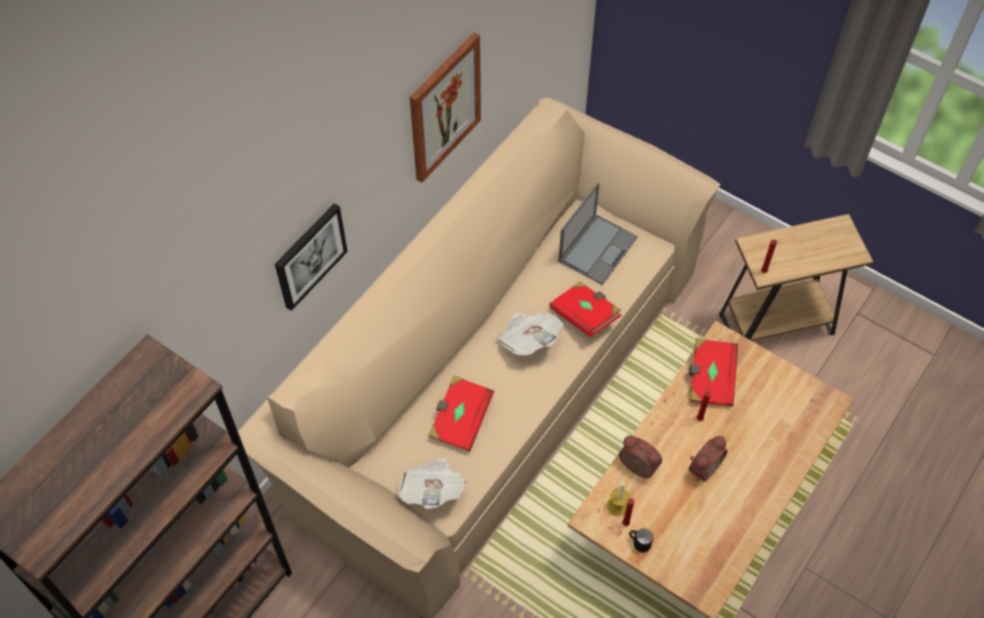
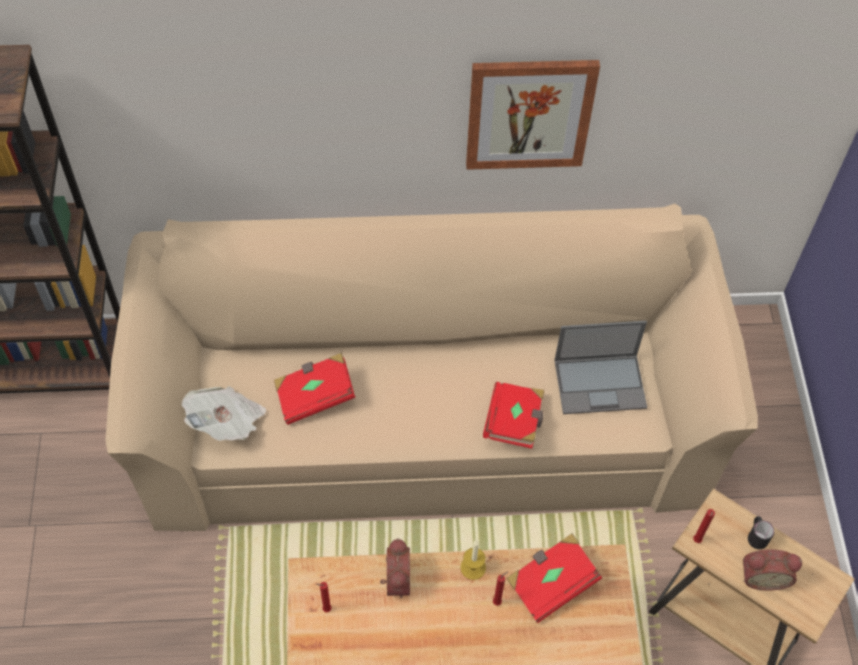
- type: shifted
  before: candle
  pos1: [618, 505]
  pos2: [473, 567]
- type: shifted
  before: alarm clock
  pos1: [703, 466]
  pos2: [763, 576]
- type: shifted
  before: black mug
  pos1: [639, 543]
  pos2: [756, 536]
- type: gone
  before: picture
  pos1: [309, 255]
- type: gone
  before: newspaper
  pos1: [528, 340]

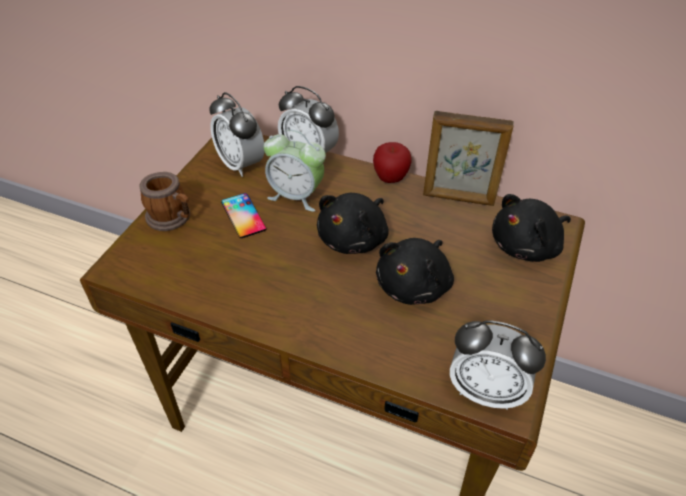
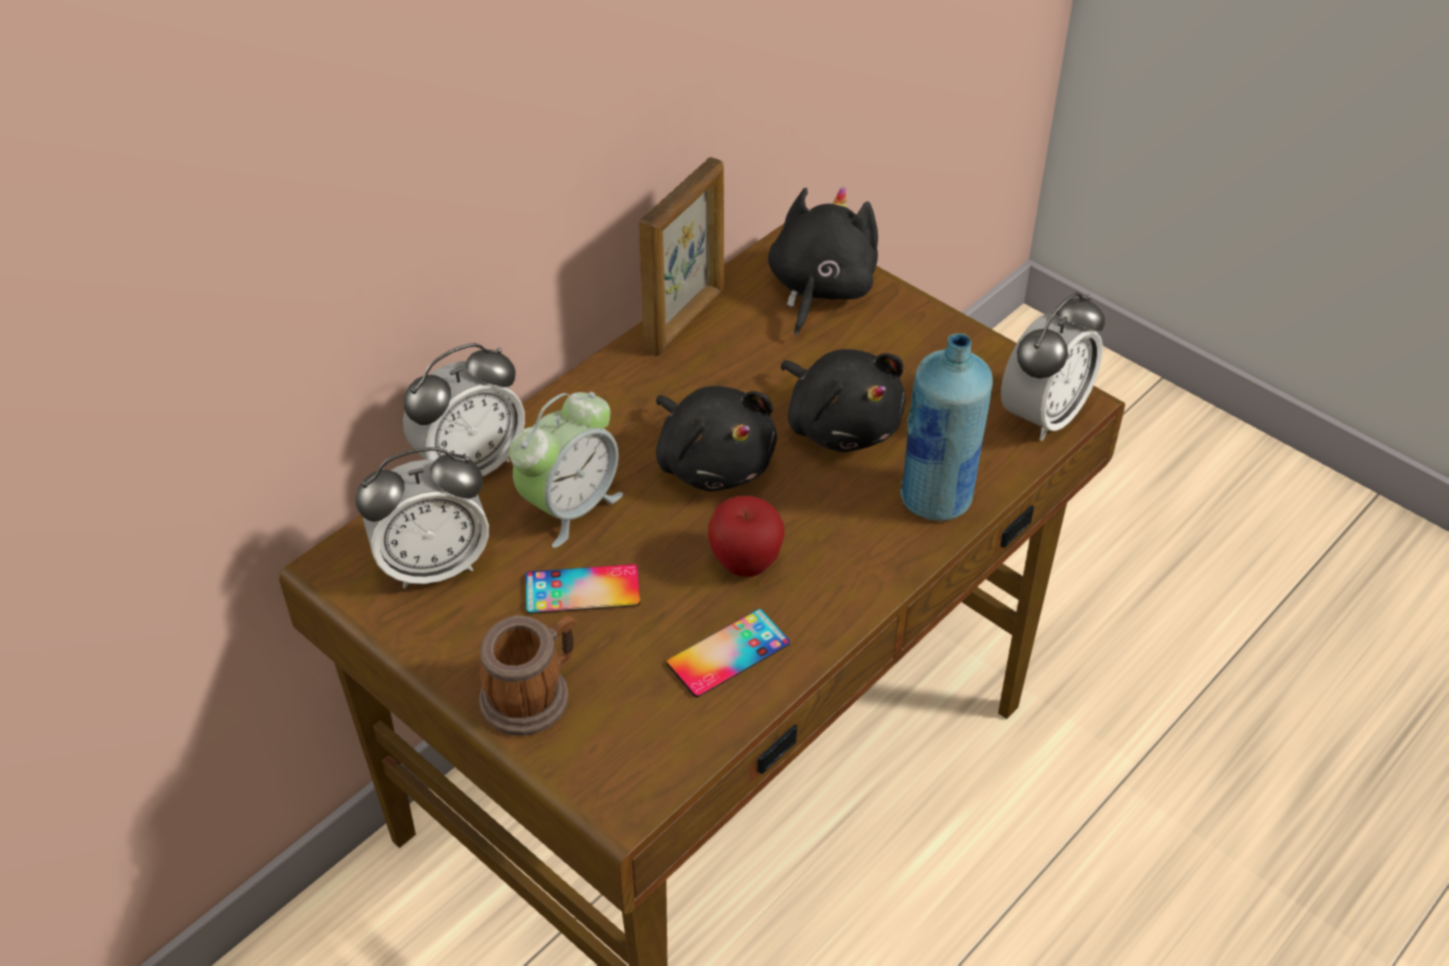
- type: new
  after: phone
  pos2: [728, 653]
- type: shifted
  before: apple
  pos1: [390, 178]
  pos2: [745, 563]
- type: rotated
  before: black plush toy
  pos1: [527, 246]
  pos2: [819, 289]
  turn: -150
- type: new
  after: blue bottle
  pos2: [936, 499]

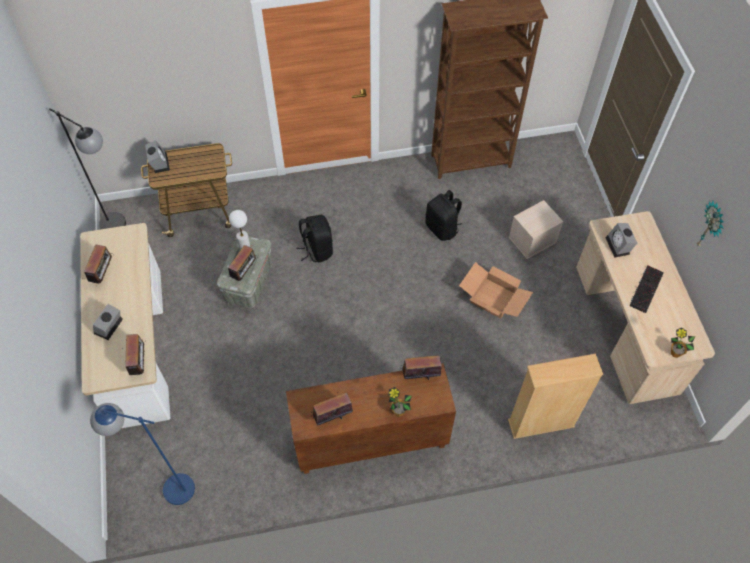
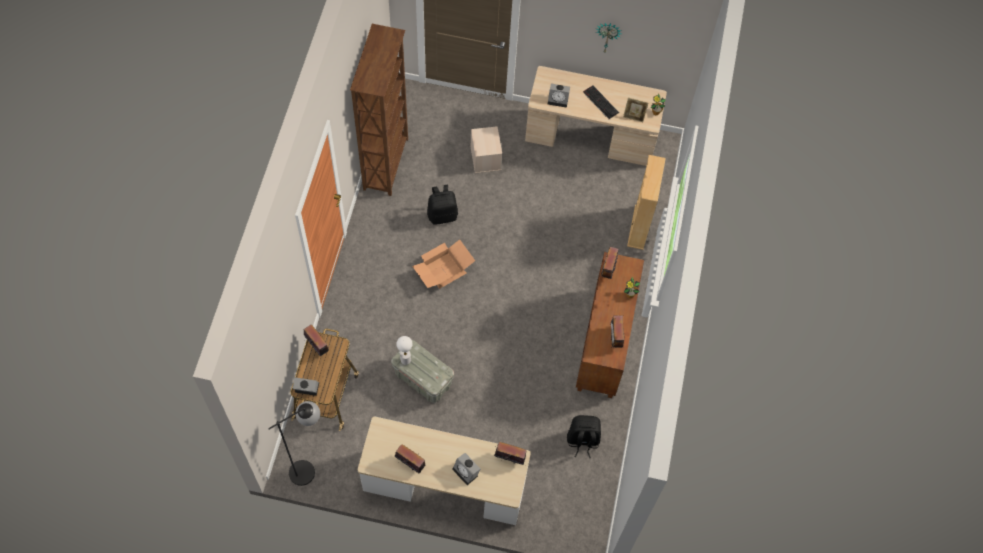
- type: shifted
  before: radio
  pos1: [244, 272]
  pos2: [317, 345]
- type: shifted
  before: cardboard box
  pos1: [492, 298]
  pos2: [443, 271]
- type: shifted
  before: black backpack
  pos1: [317, 249]
  pos2: [582, 440]
- type: new
  after: picture frame
  pos2: [634, 116]
- type: gone
  before: blue floor lamp
  pos1: [168, 487]

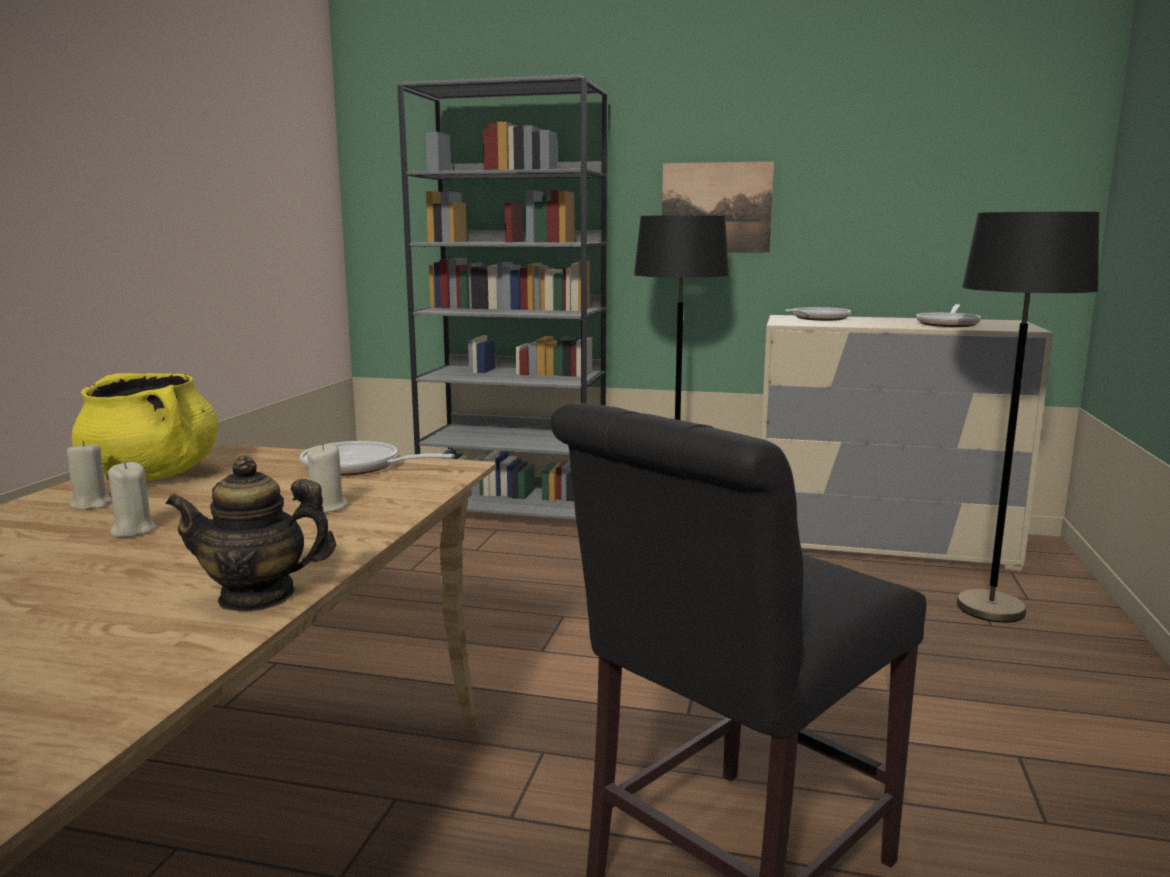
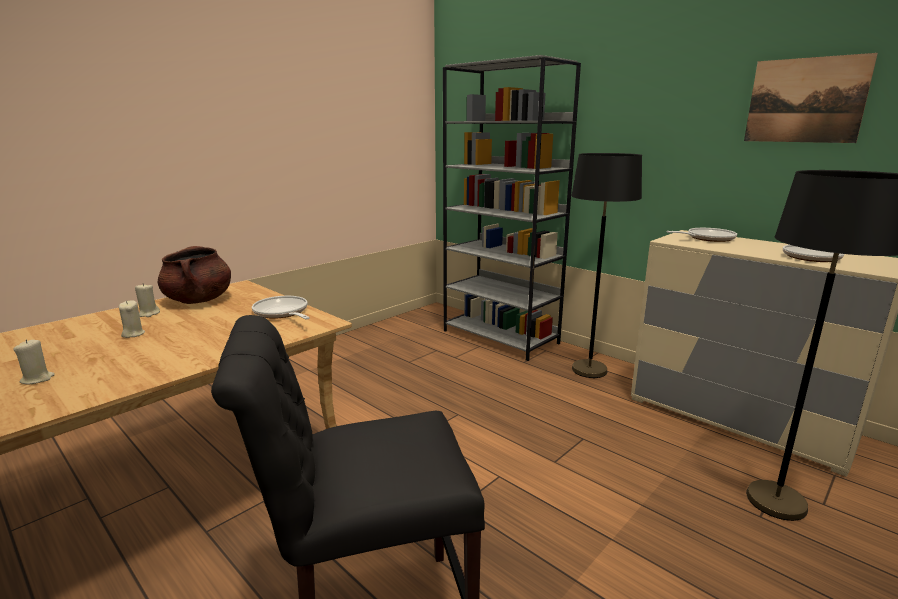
- type: shifted
  before: beige candle
  pos1: [328, 507]
  pos2: [37, 379]
- type: repainted
  before: yellow cooking pot
  after: brown cooking pot
  pos1: [153, 475]
  pos2: [199, 300]
- type: shifted
  before: picture
  pos1: [716, 208]
  pos2: [805, 100]
- type: gone
  before: teapot
  pos1: [257, 596]

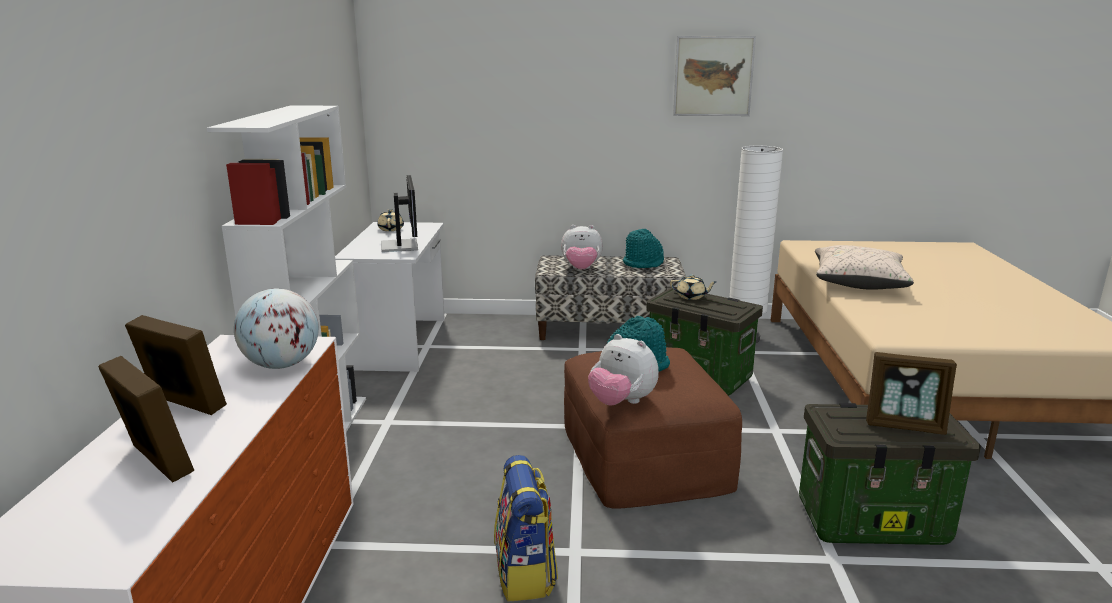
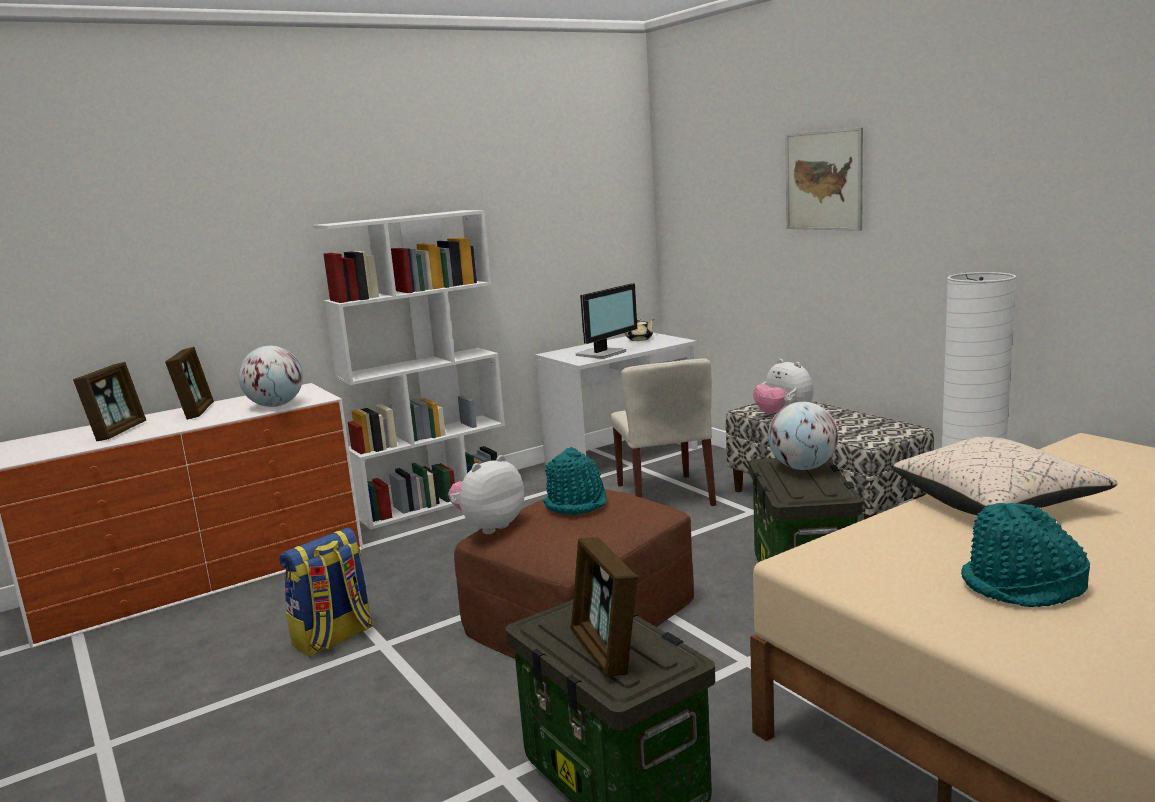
- type: rotated
  before: plush toy
  pos1: [621, 402]
  pos2: [489, 526]
  turn: 45
- type: new
  after: beige chair
  pos2: [665, 495]
- type: swapped
  before: beige teapot
  after: globe
  pos1: [691, 296]
  pos2: [803, 468]
- type: shifted
  before: picture
  pos1: [713, 76]
  pos2: [823, 180]
- type: shifted
  before: turquoise hat
  pos1: [643, 263]
  pos2: [1023, 587]

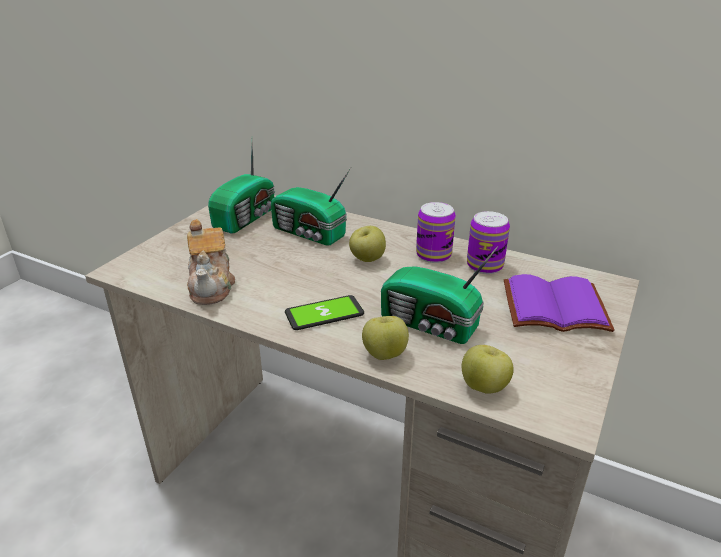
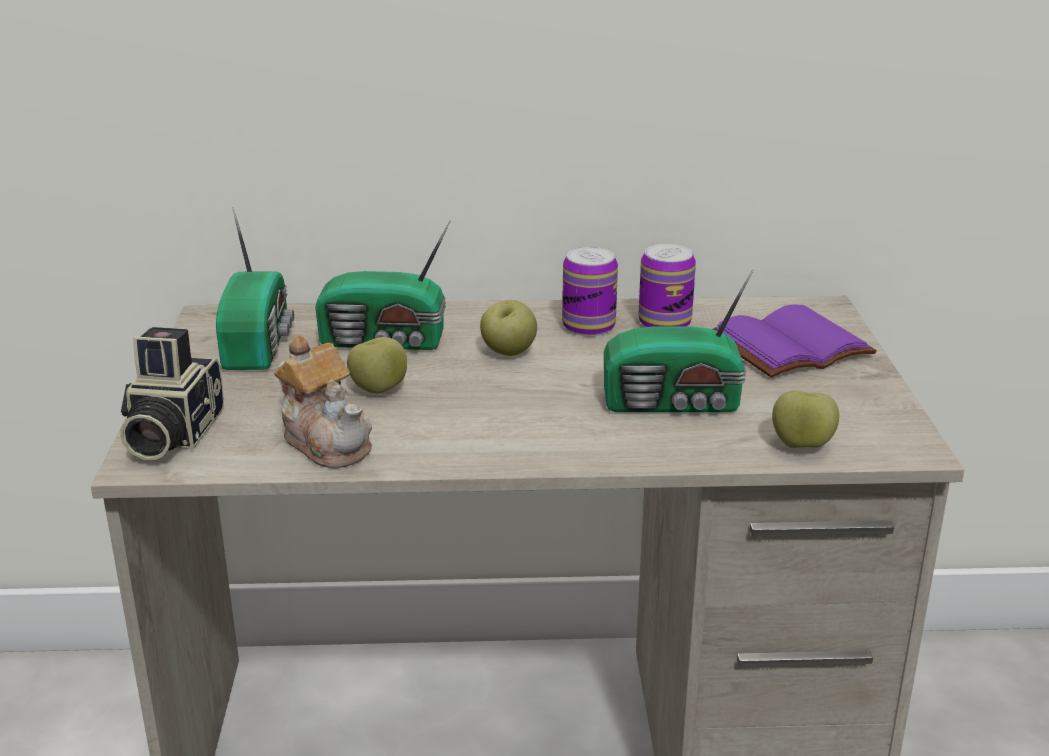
- type: new
  after: photo camera
  pos2: [170, 435]
- type: shifted
  before: apple
  pos1: [384, 354]
  pos2: [378, 390]
- type: gone
  before: phone
  pos1: [324, 314]

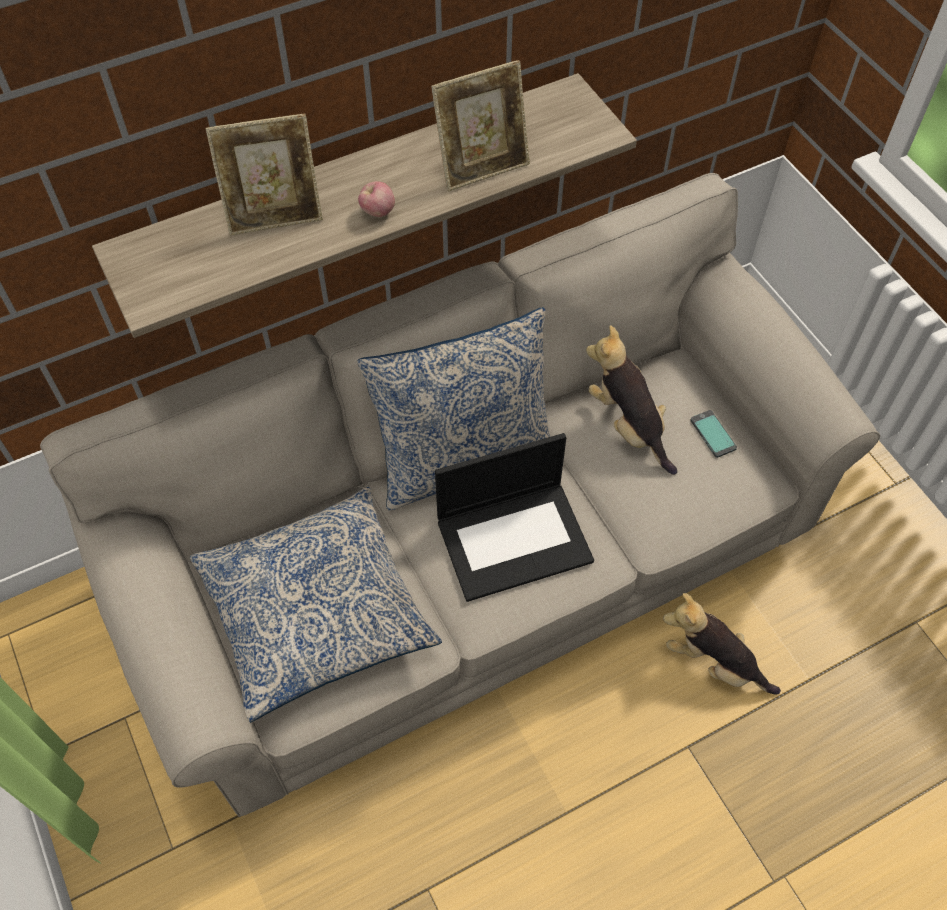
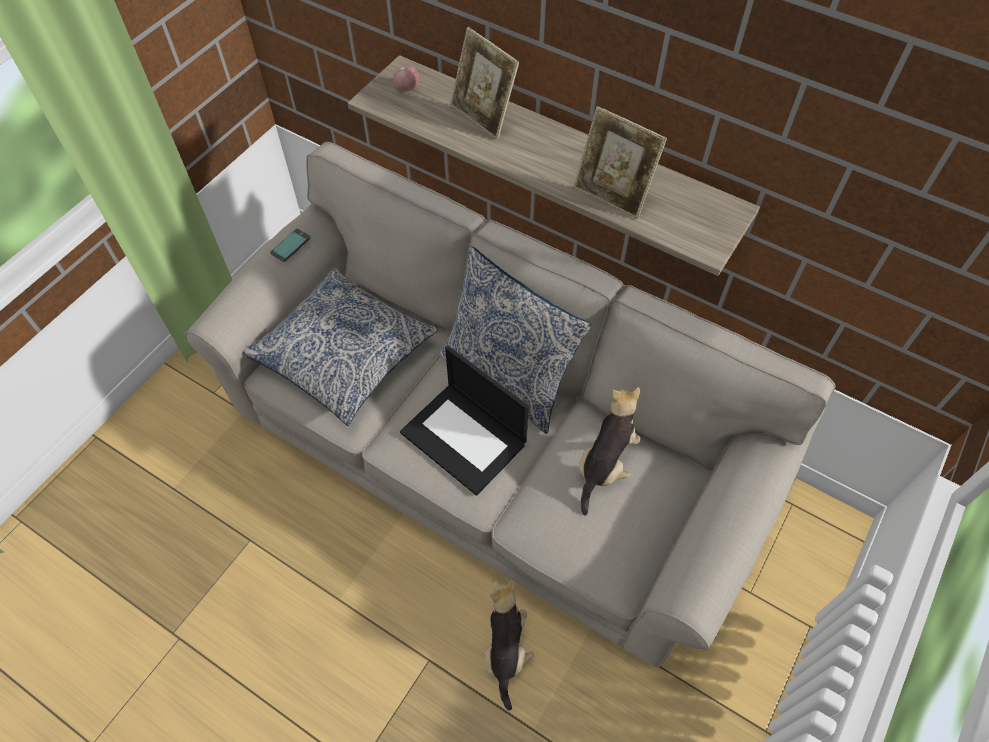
- type: shifted
  before: phone
  pos1: [712, 434]
  pos2: [290, 245]
- type: shifted
  before: apple
  pos1: [377, 212]
  pos2: [407, 88]

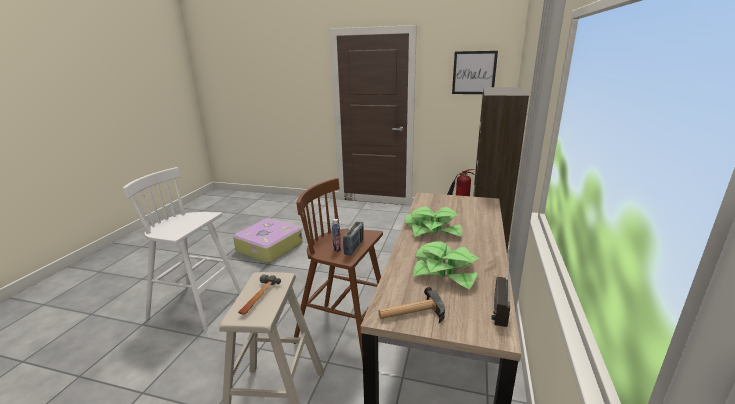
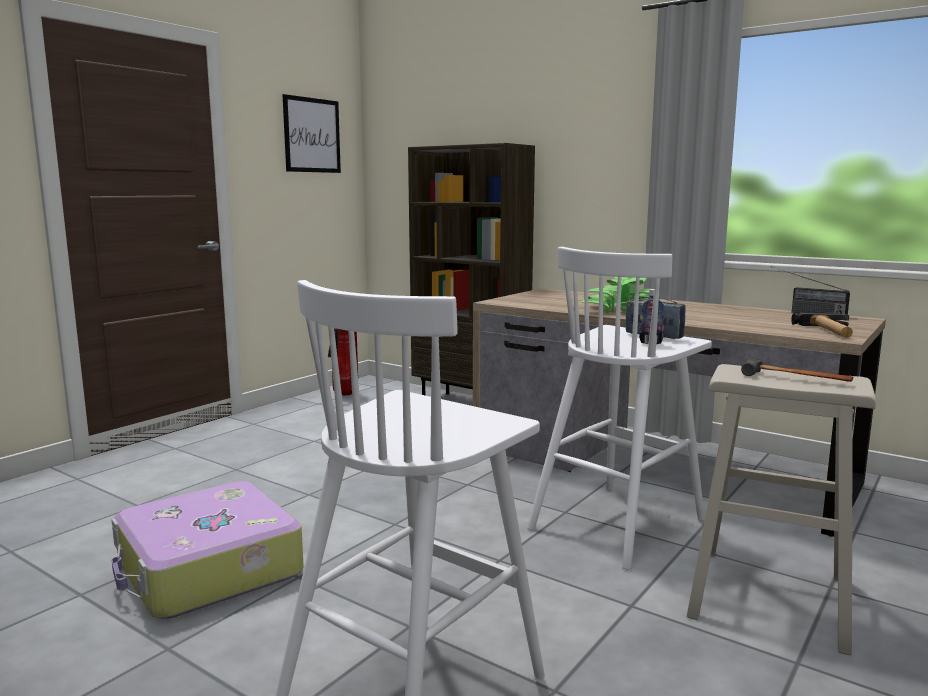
- type: repainted
  before: brown stool
  after: white stool
  pos1: [345, 333]
  pos2: [619, 523]
- type: gone
  before: potted plant
  pos1: [445, 271]

